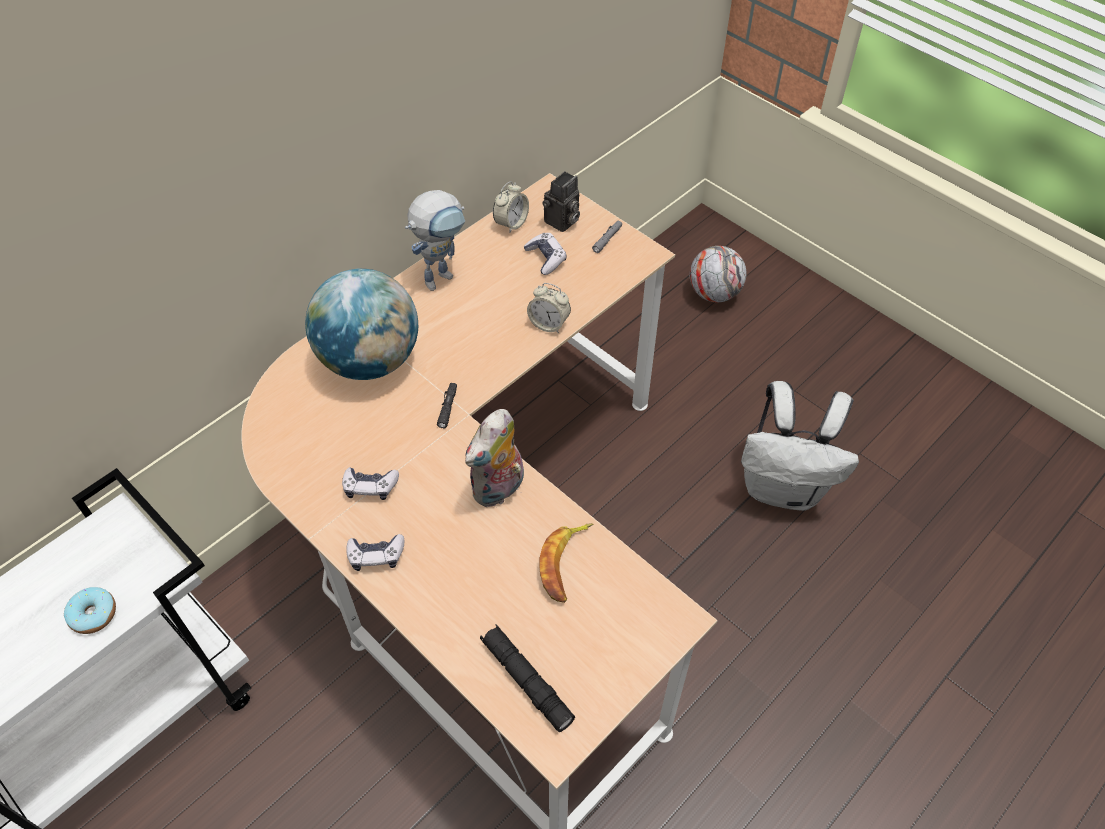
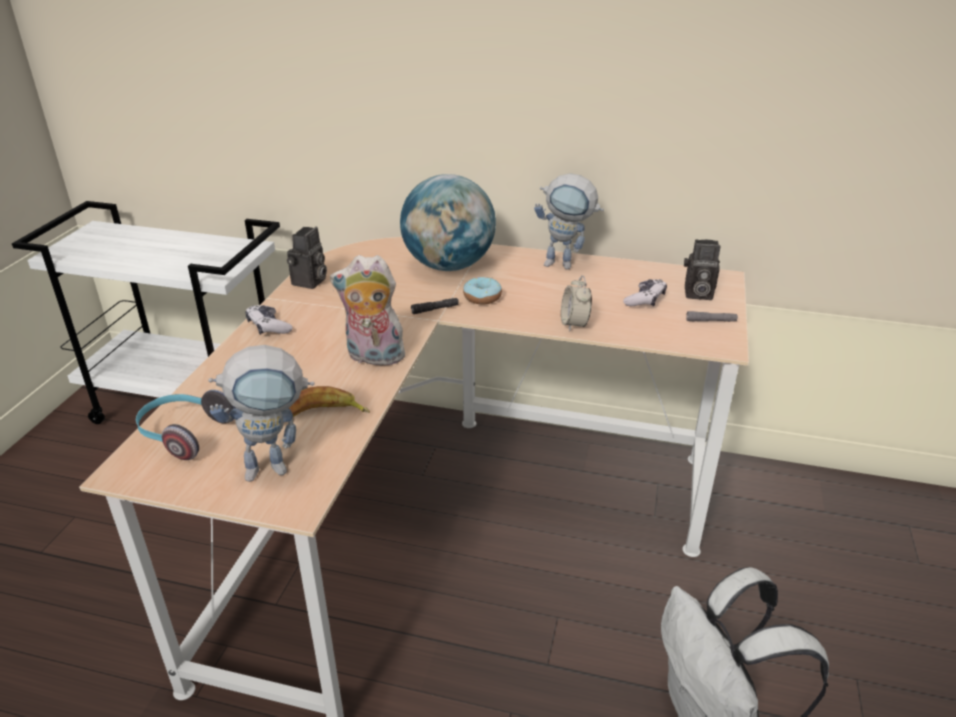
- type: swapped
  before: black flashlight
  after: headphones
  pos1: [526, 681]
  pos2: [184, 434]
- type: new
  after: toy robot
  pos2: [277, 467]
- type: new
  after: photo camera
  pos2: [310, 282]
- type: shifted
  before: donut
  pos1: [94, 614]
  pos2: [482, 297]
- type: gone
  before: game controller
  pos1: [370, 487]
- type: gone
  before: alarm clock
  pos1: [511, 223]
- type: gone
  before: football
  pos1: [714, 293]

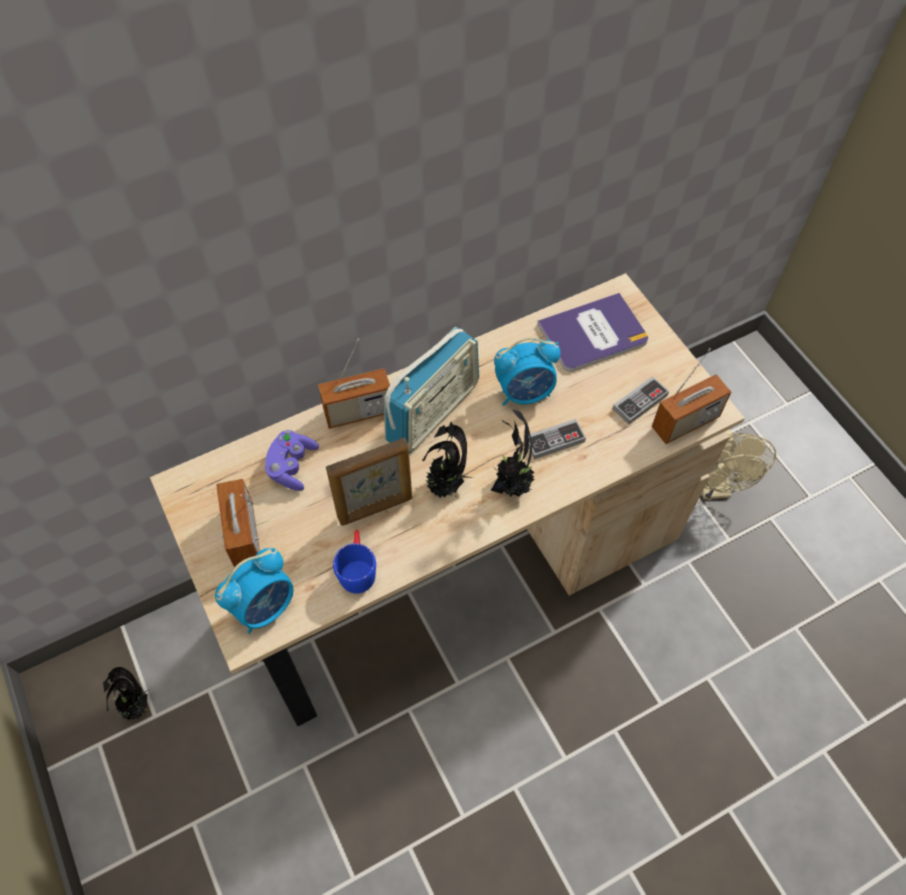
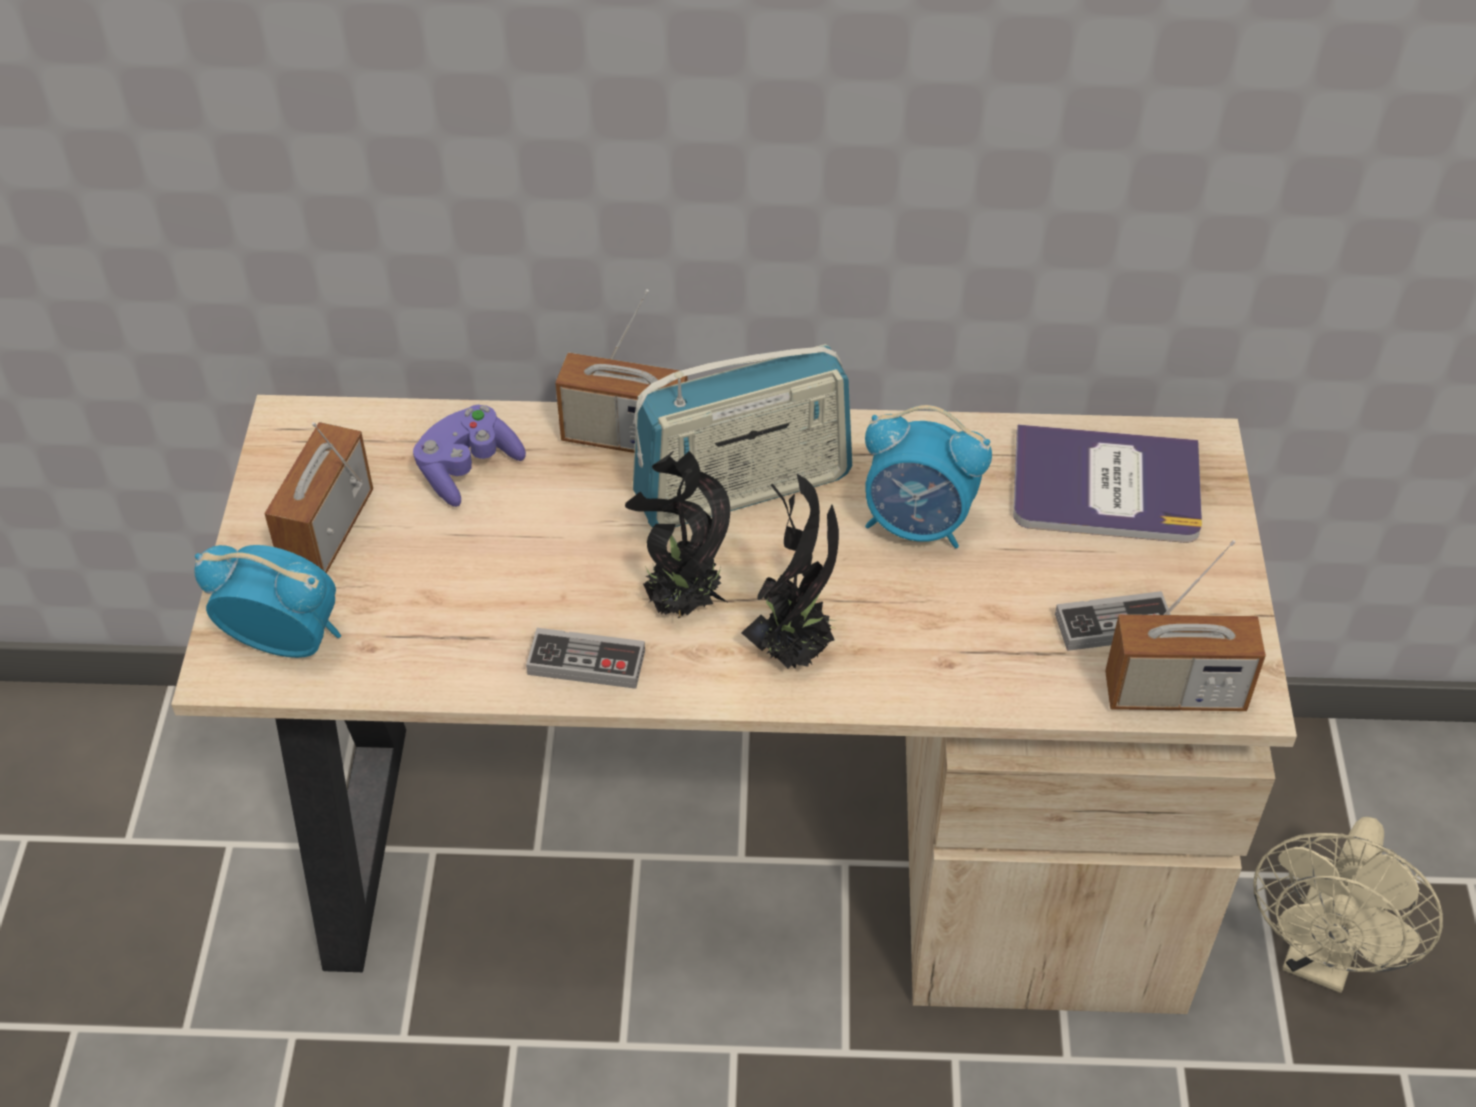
- type: rotated
  before: alarm clock
  pos1: [265, 606]
  pos2: [285, 641]
  turn: -150
- type: shifted
  before: game controller
  pos1: [554, 441]
  pos2: [586, 662]
- type: gone
  before: potted plant
  pos1: [137, 707]
- type: gone
  before: picture frame
  pos1: [375, 508]
- type: gone
  before: blue mug
  pos1: [357, 568]

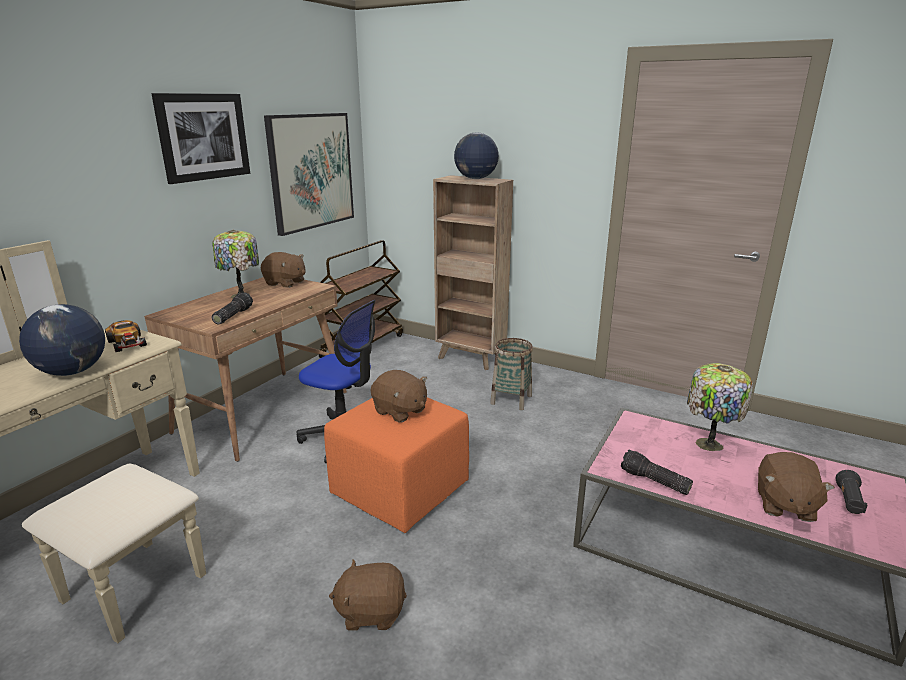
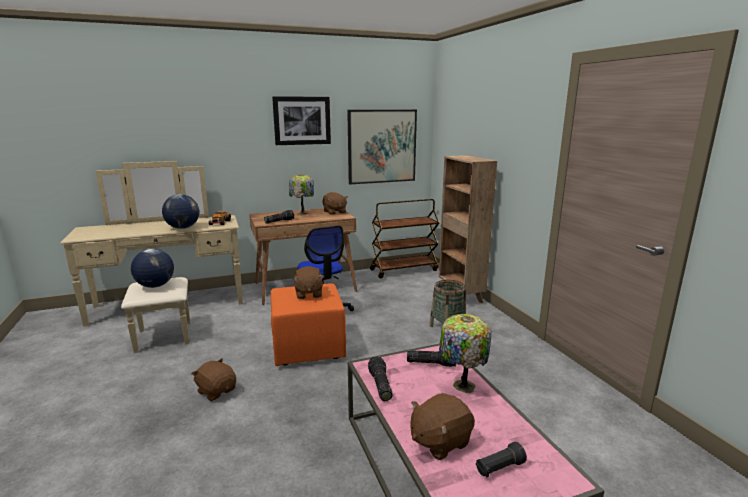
- type: shifted
  before: globe
  pos1: [475, 179]
  pos2: [155, 286]
- type: new
  after: flashlight
  pos2: [432, 363]

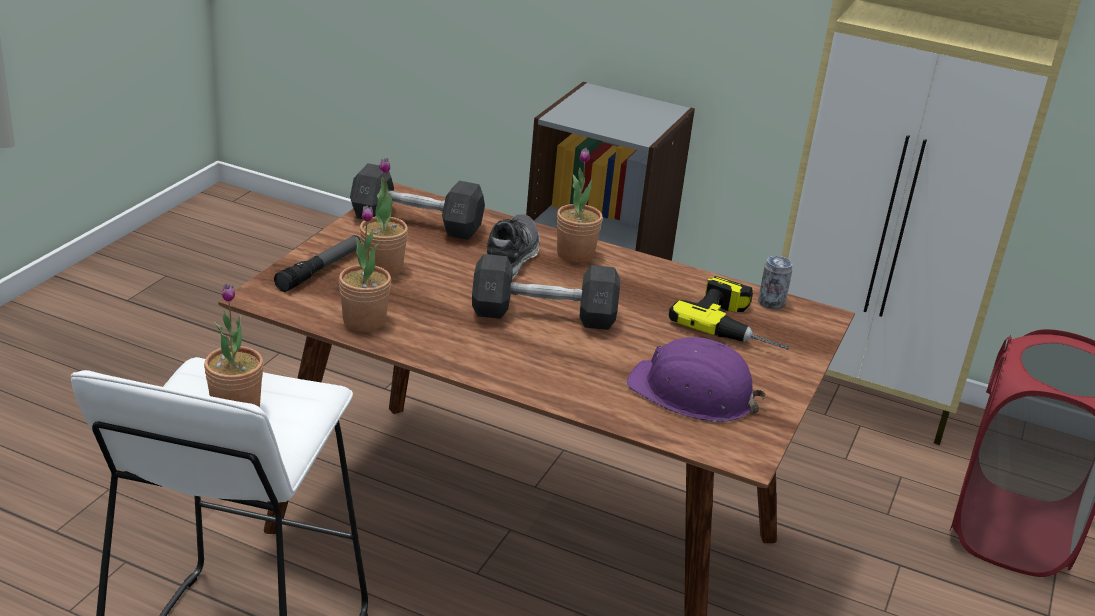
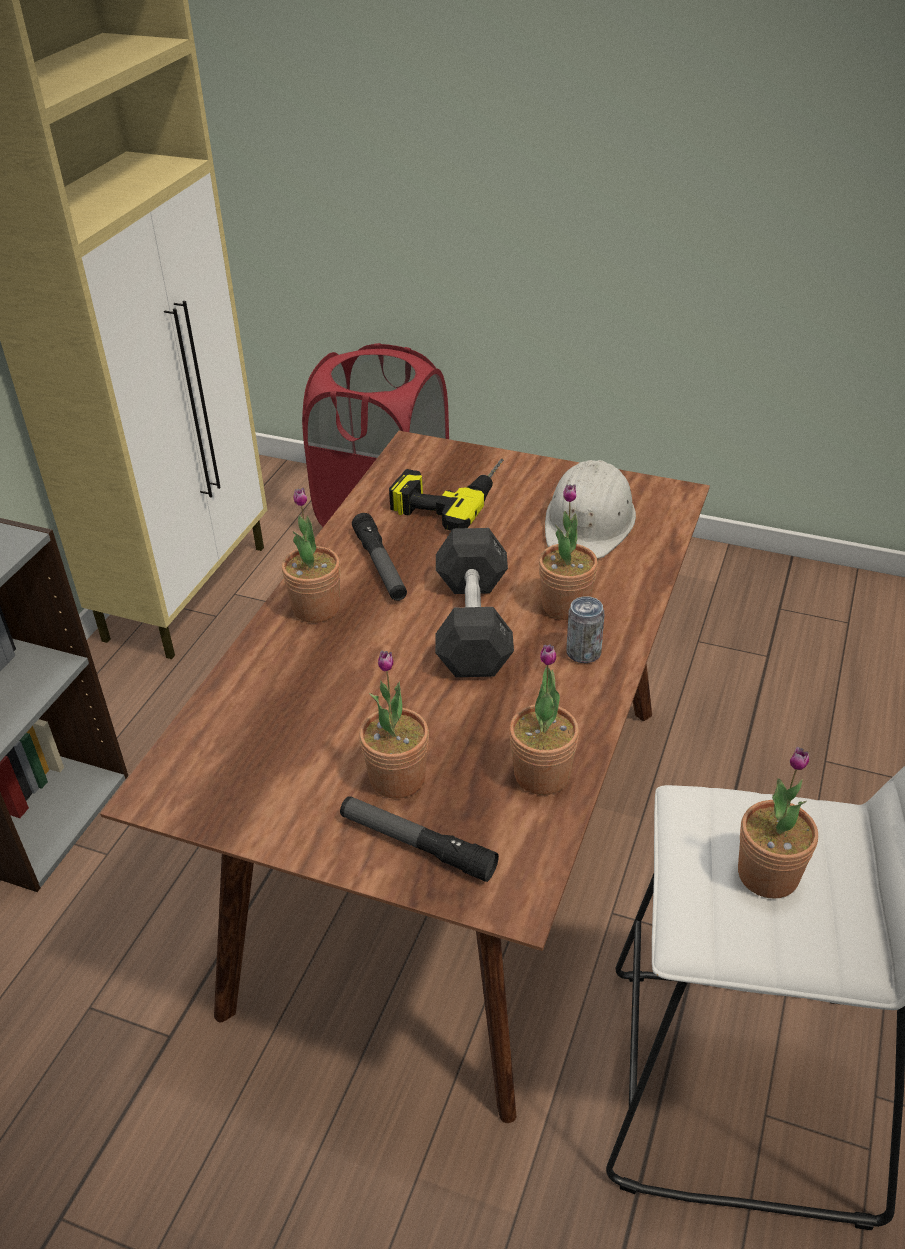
- type: new
  after: flashlight
  pos2: [380, 565]
- type: new
  after: potted plant
  pos2: [565, 605]
- type: repainted
  before: purple hard hat
  after: white hard hat
  pos1: [692, 393]
  pos2: [589, 522]
- type: shifted
  before: can
  pos1: [771, 303]
  pos2: [583, 653]
- type: gone
  before: grey dumbbell
  pos1: [416, 223]
- type: gone
  before: shoe
  pos1: [510, 258]

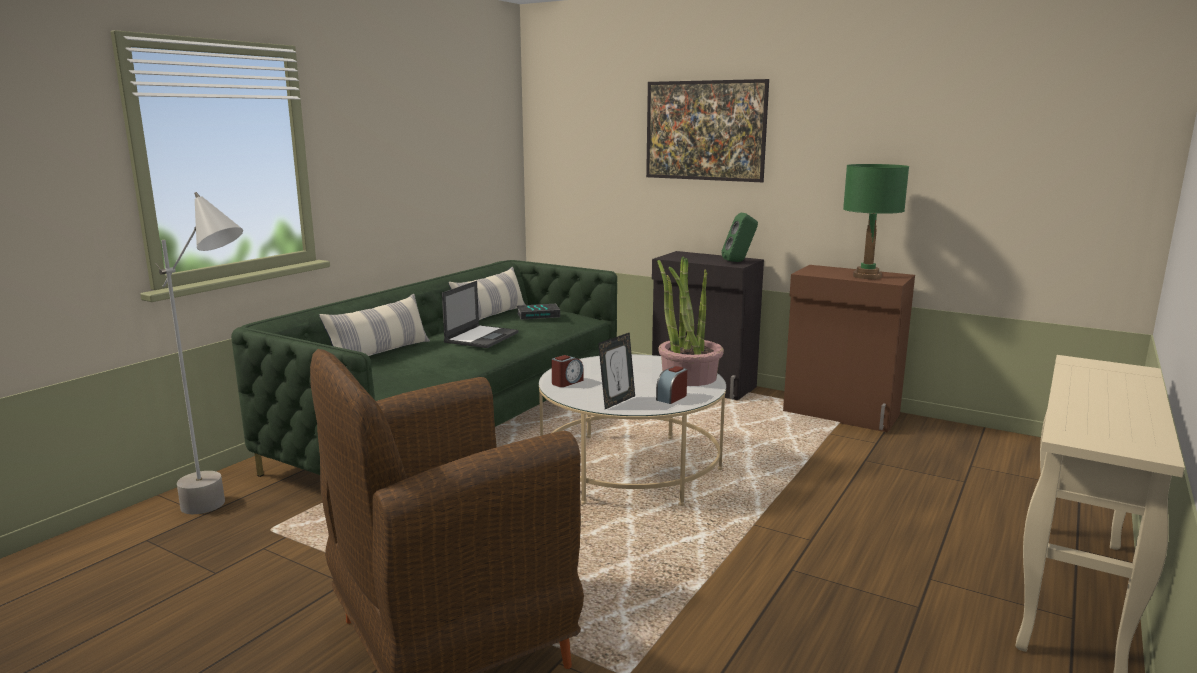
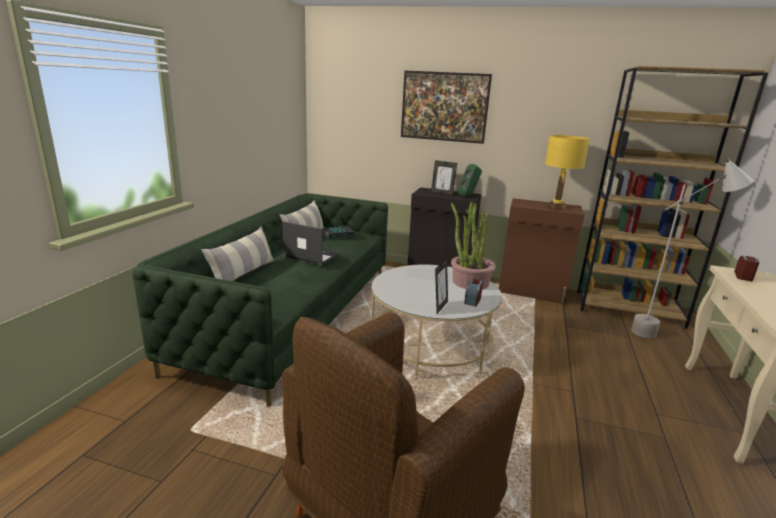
- type: rotated
  before: laptop
  pos1: [482, 337]
  pos2: [311, 255]
  turn: -75
- type: new
  after: picture frame
  pos2: [442, 193]
- type: repainted
  before: green table lamp
  after: yellow table lamp
  pos1: [867, 276]
  pos2: [556, 207]
- type: new
  after: brown bookcase
  pos2: [628, 309]
- type: shifted
  before: grey floor lamp
  pos1: [227, 511]
  pos2: [664, 335]
- type: shifted
  before: alarm clock
  pos1: [567, 382]
  pos2: [743, 276]

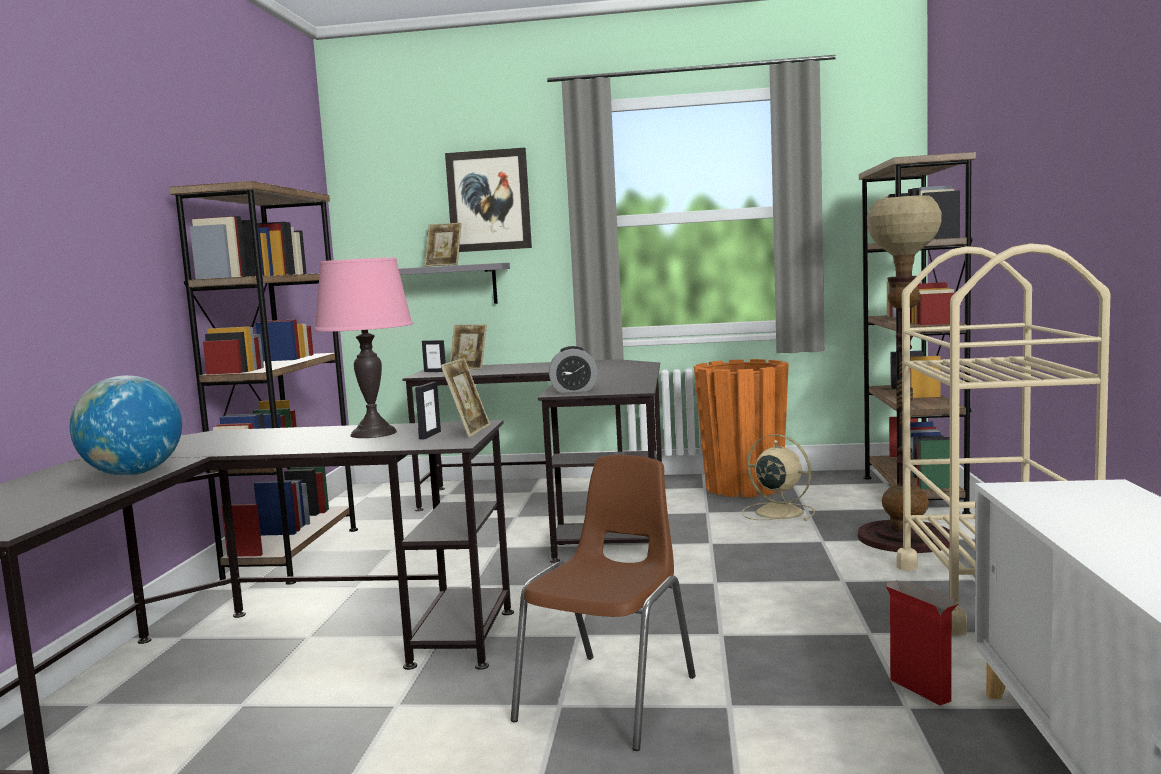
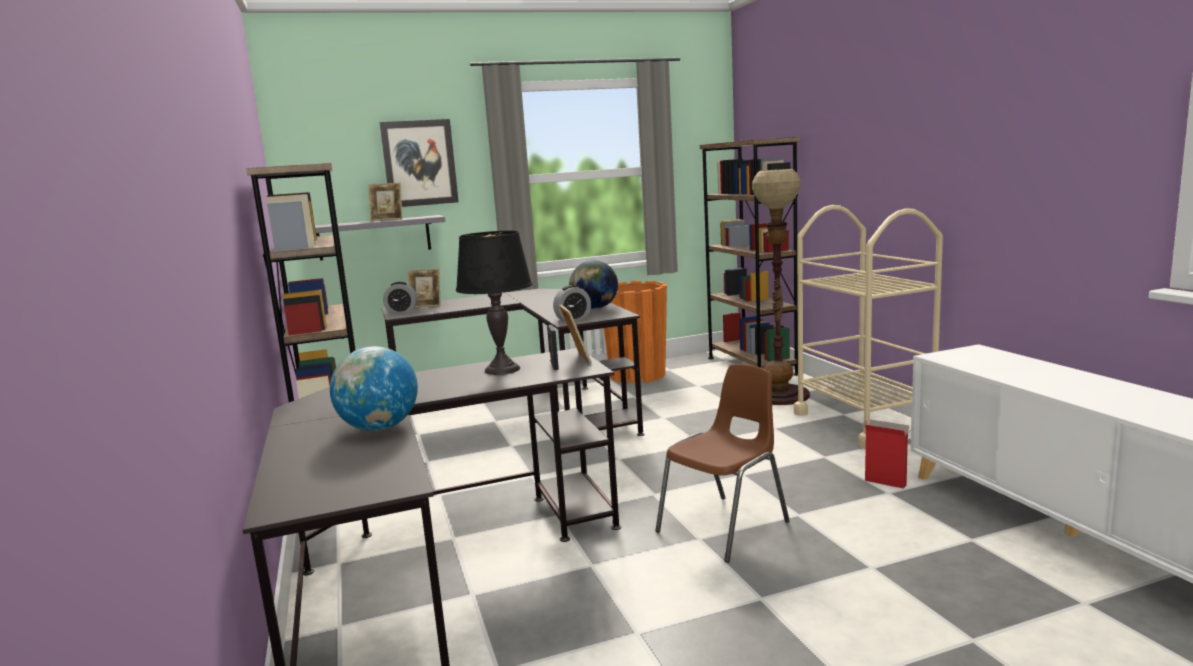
- type: swapped
  before: picture frame
  after: alarm clock
  pos1: [435, 371]
  pos2: [401, 311]
- type: repainted
  before: pink table lamp
  after: black table lamp
  pos1: [374, 433]
  pos2: [502, 370]
- type: new
  after: globe
  pos2: [594, 308]
- type: rotated
  before: brown chair
  pos1: [611, 698]
  pos2: [726, 526]
  turn: 45
- type: gone
  before: beige fan
  pos1: [777, 512]

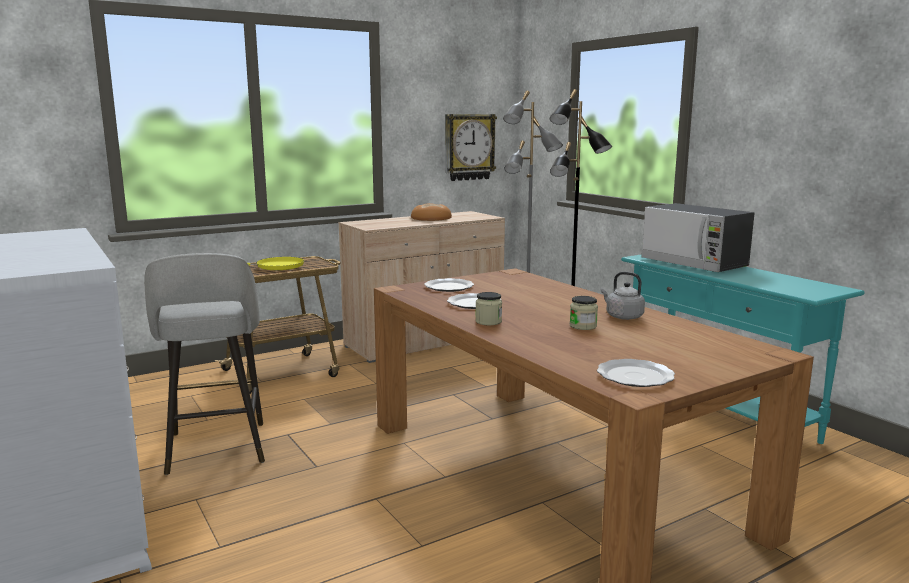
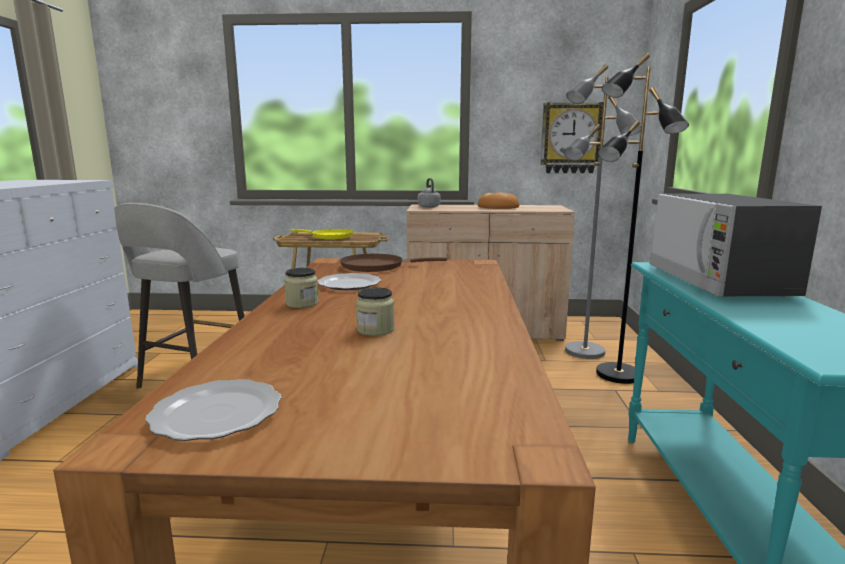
- type: swapped
  before: plate
  after: brown frying pan
  pos1: [448, 287]
  pos2: [377, 266]
- type: shifted
  before: grey kettle
  pos1: [622, 316]
  pos2: [428, 207]

